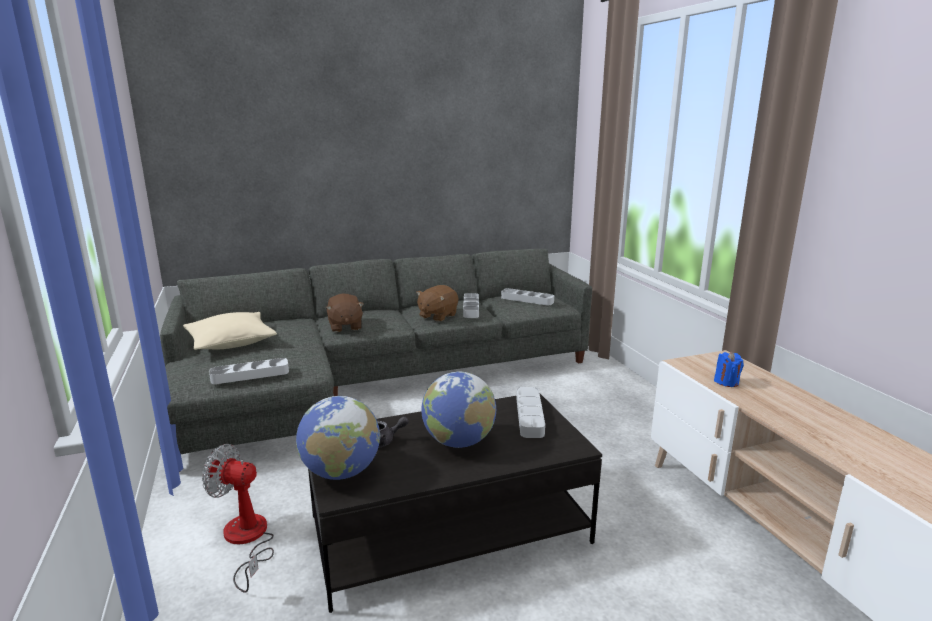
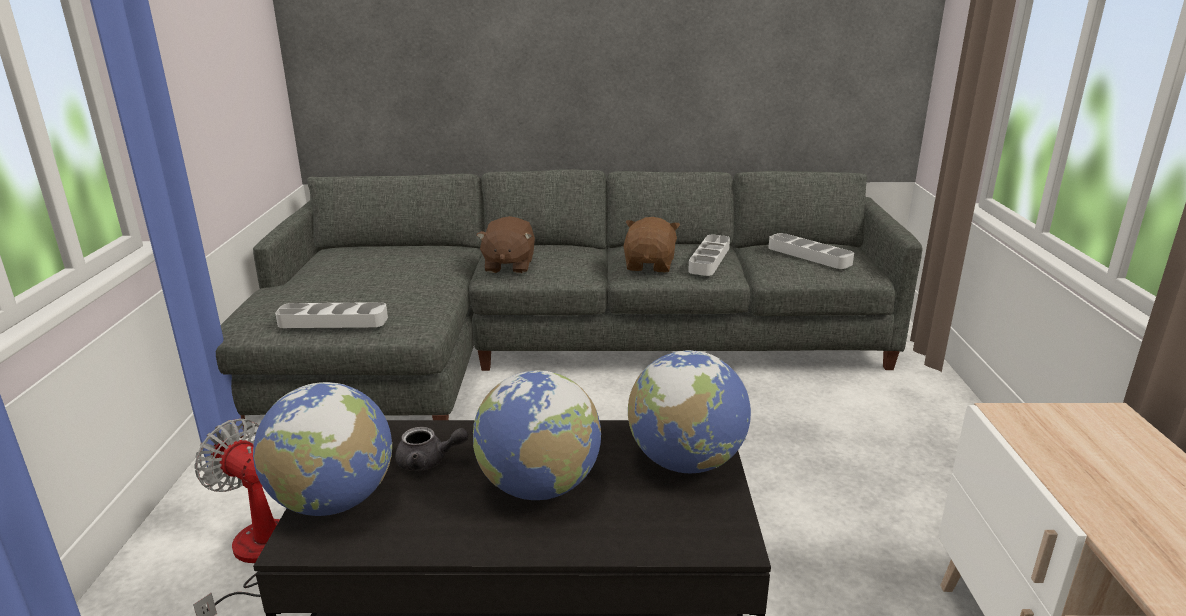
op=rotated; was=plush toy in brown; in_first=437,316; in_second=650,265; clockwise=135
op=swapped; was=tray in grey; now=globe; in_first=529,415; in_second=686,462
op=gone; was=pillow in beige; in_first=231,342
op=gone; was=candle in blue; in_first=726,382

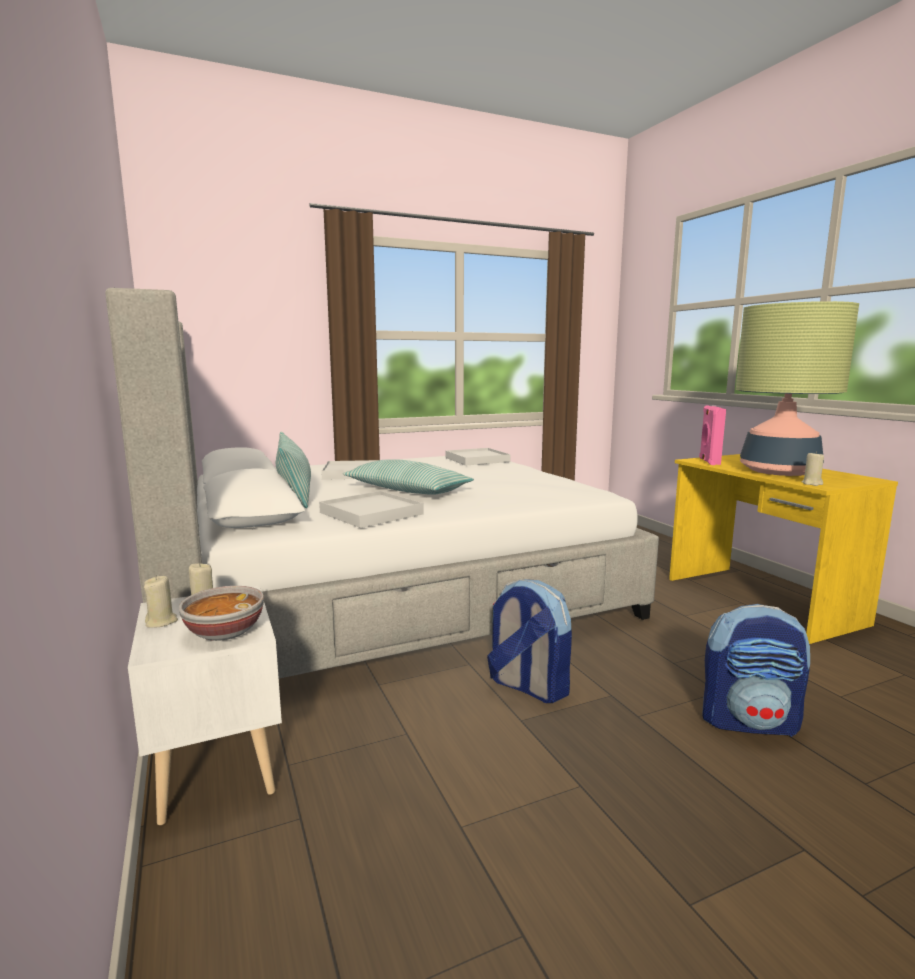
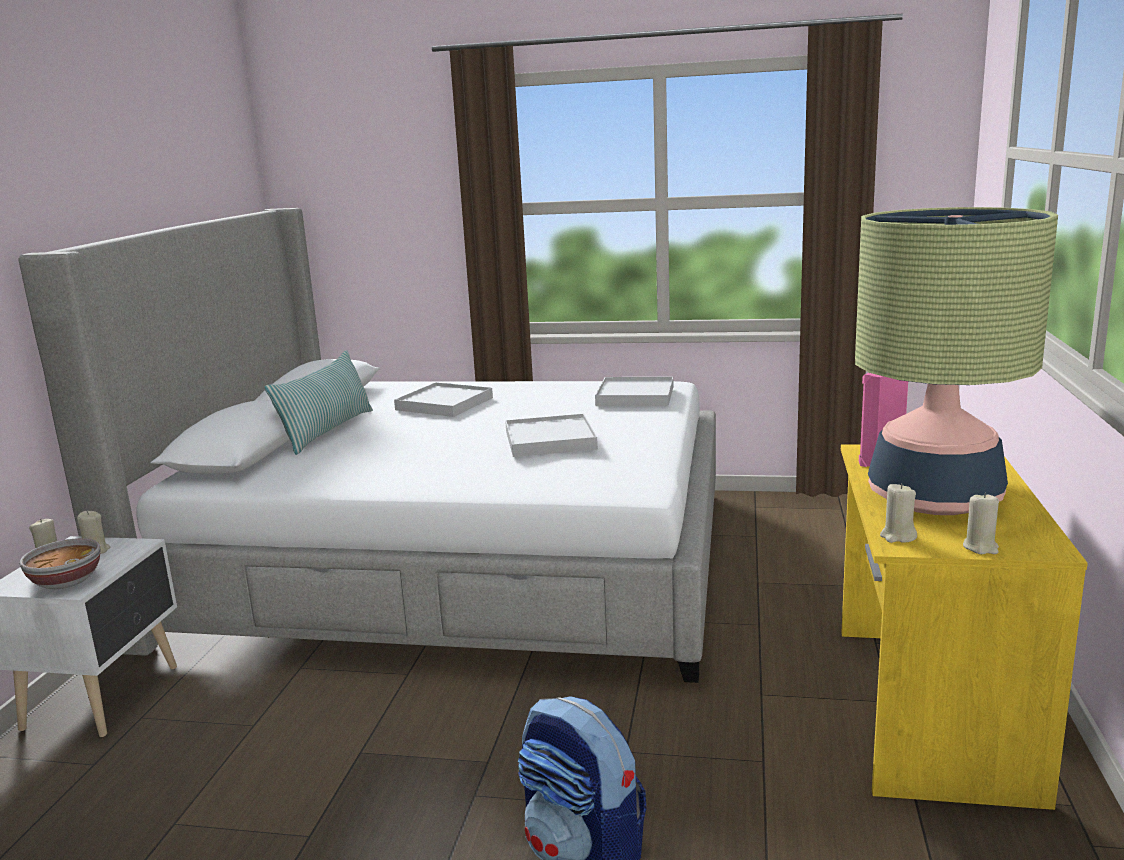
op=shifted; was=tray in white; in_first=371,513; in_second=550,440
op=new; now=candle in beige; in_second=980,547
op=gone; was=pillow; in_first=407,491
op=gone; was=backpack; in_first=527,686

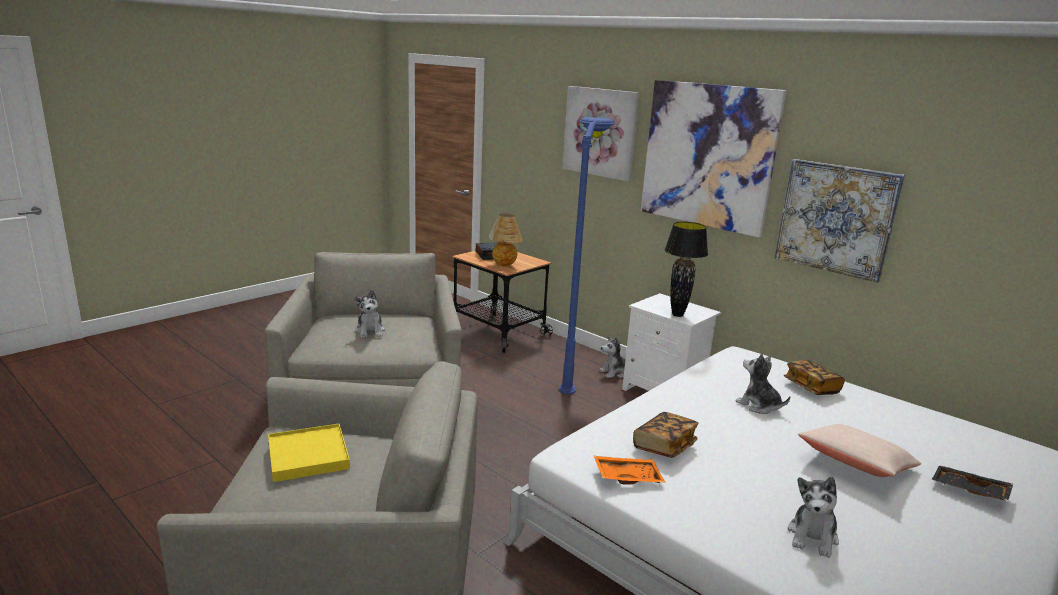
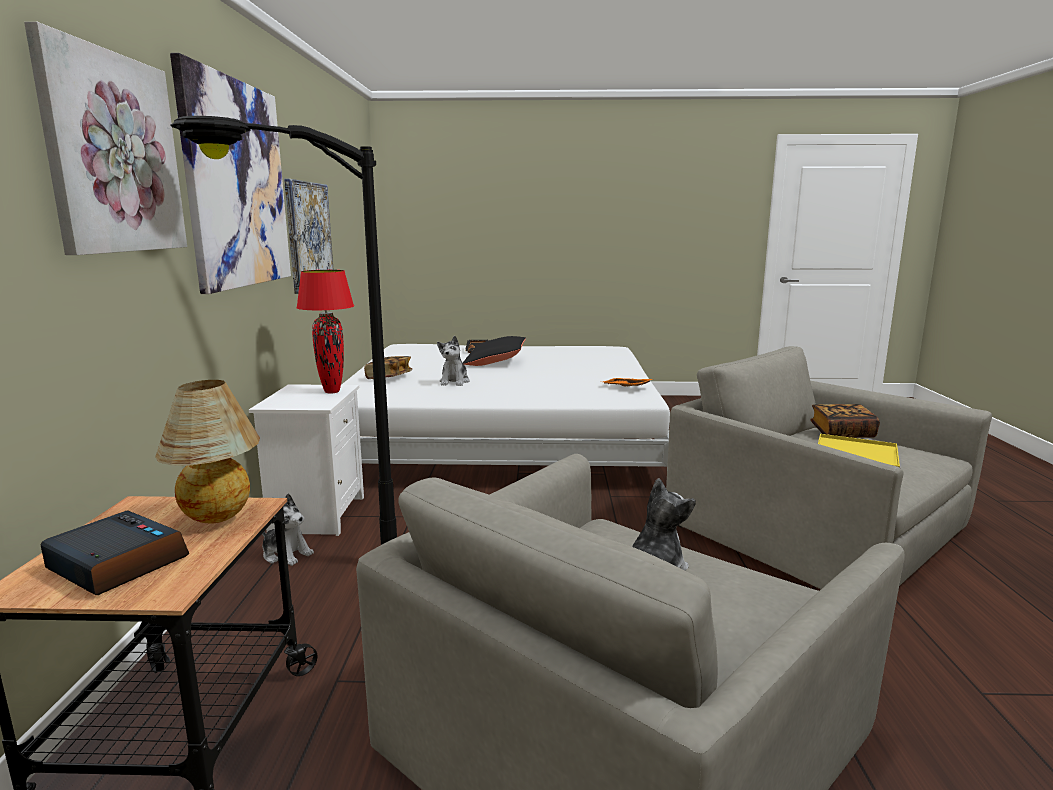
op=repainted; was=floor lamp in blue; now=floor lamp in black; in_first=574,368; in_second=302,585
op=repainted; was=table lamp in black; now=table lamp in red; in_first=677,315; in_second=332,392
op=repainted; was=pillow in beige; now=pillow in black; in_first=855,465; in_second=495,362
op=shifted; was=book; in_first=664,446; in_second=842,433
op=gone; was=plush toy; in_first=812,537

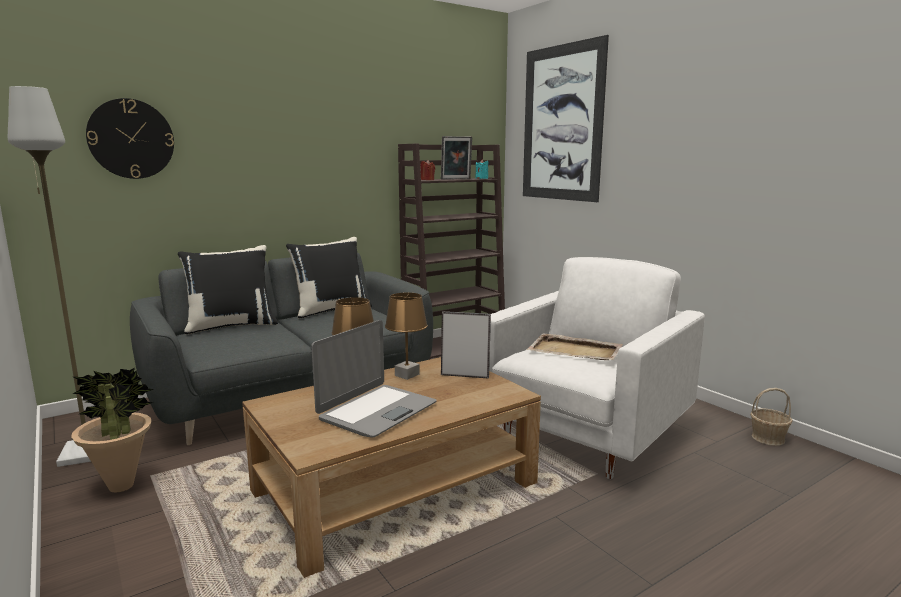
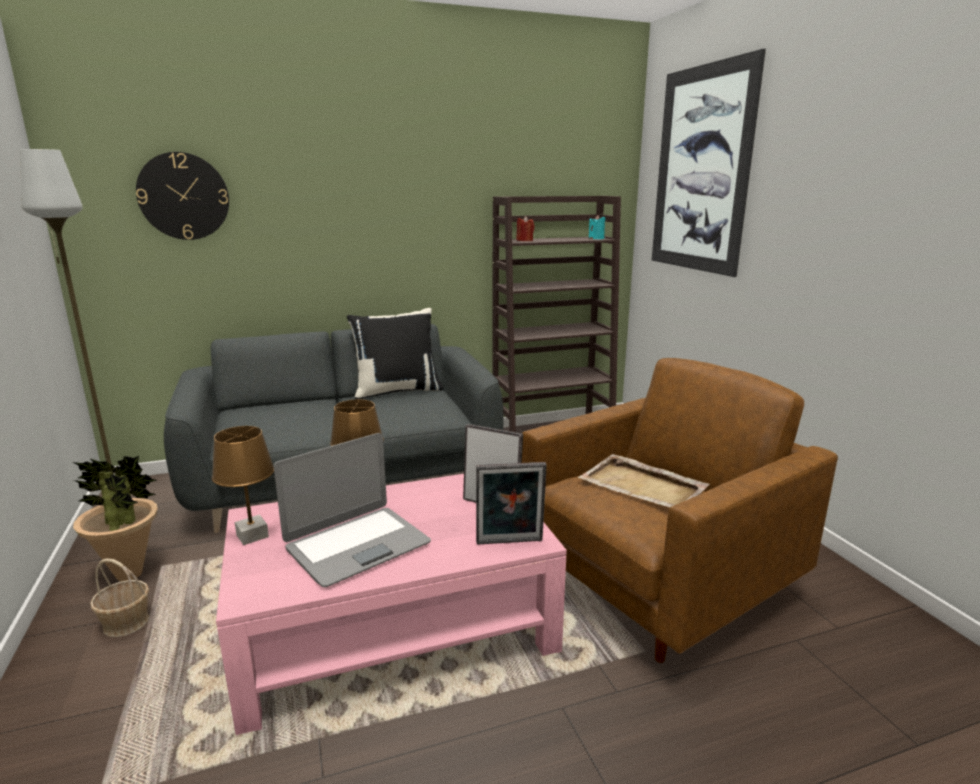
op=shifted; was=basket; in_first=768,438; in_second=126,623
op=shifted; was=table lamp in brown; in_first=407,375; in_second=252,536
op=repainted; was=coffee table in brown; now=coffee table in pink; in_first=396,487; in_second=395,626
op=shifted; was=picture frame; in_first=456,179; in_second=509,543
op=repainted; was=armchair in white; now=armchair in brown; in_first=585,434; in_second=657,587
op=gone; was=pillow in black; in_first=231,326

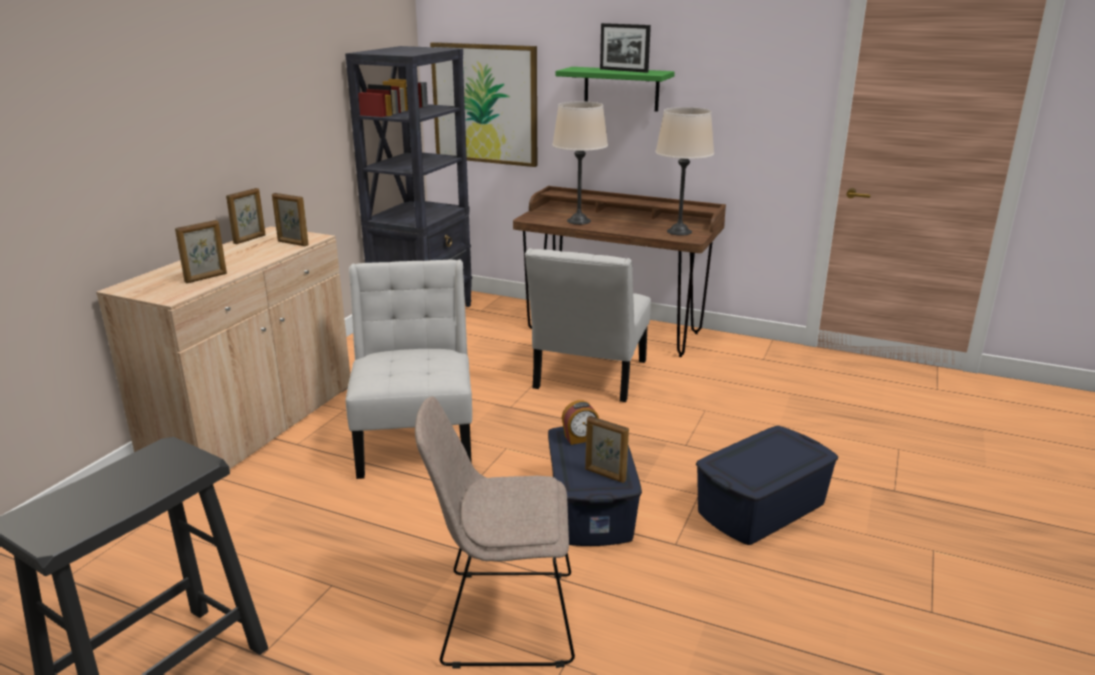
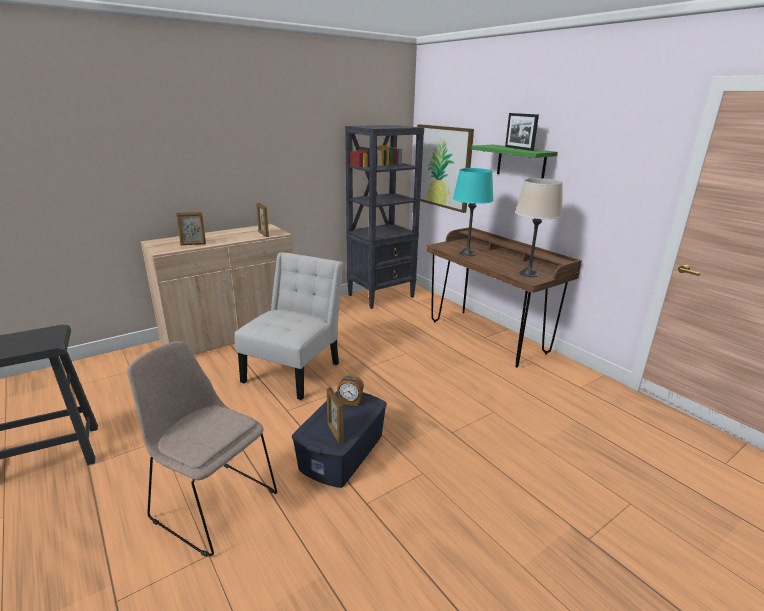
op=repainted; was=table lamp in beige; now=table lamp in turquoise; in_first=578,221; in_second=467,253
op=gone; was=picture frame; in_first=250,239
op=gone; was=chair in white; in_first=588,378
op=gone; was=storage box in blue; in_first=760,507

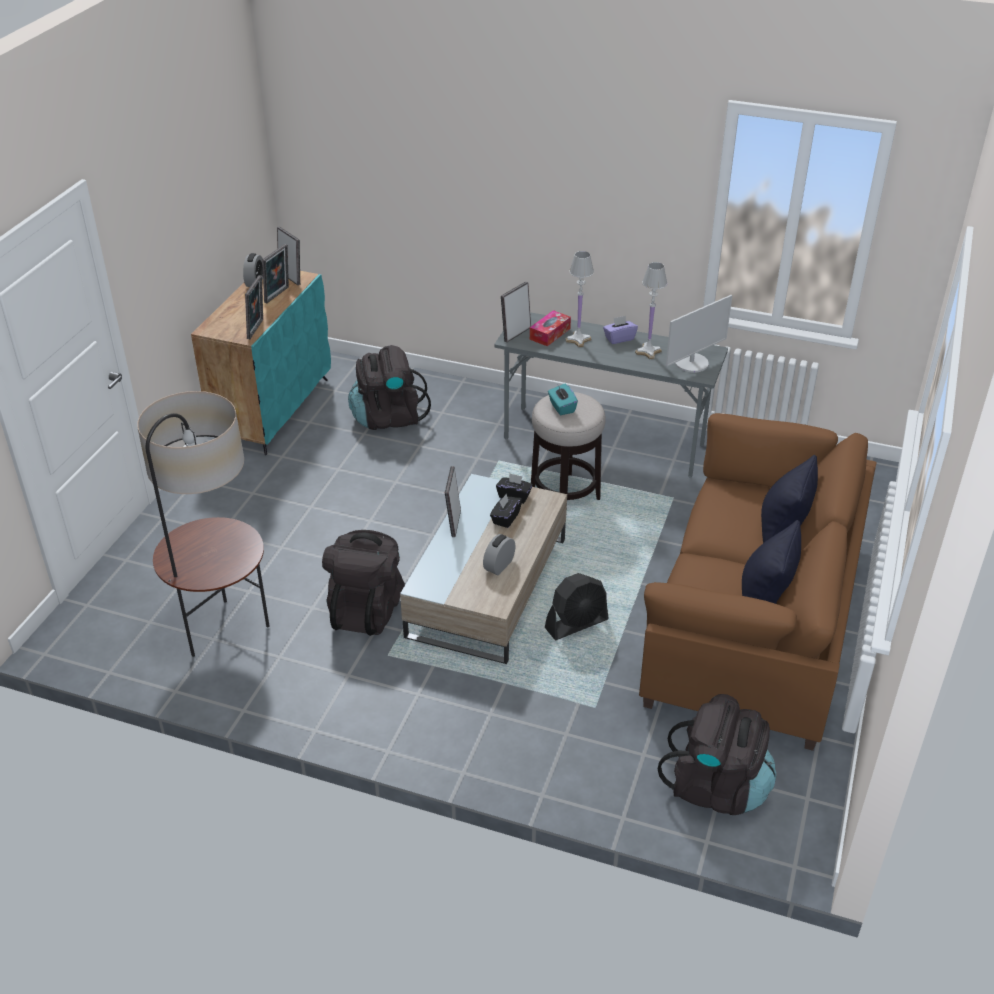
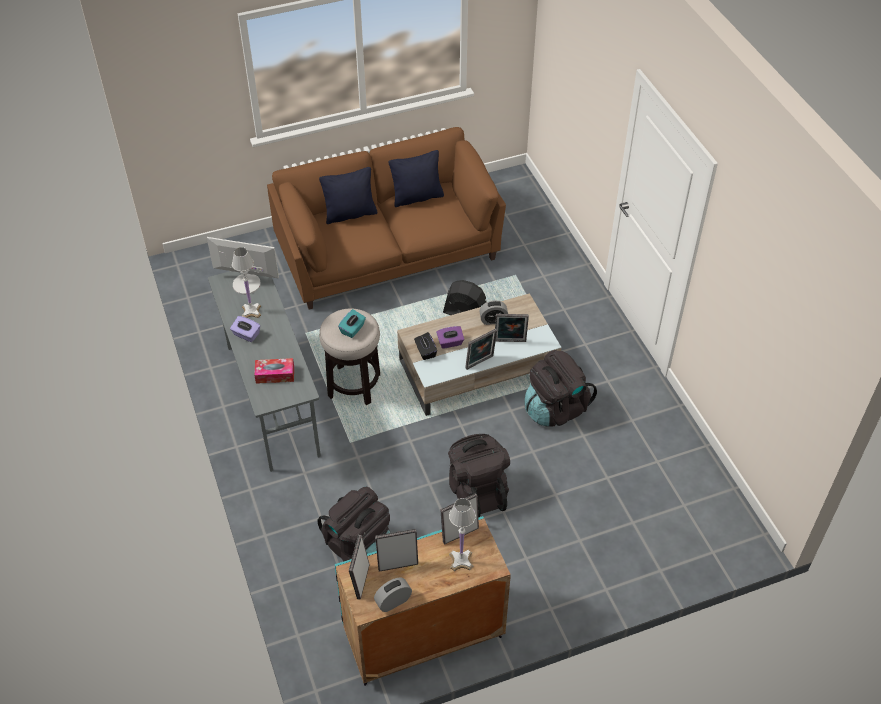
op=repainted; was=tissue box in black; now=tissue box in purple; in_first=505,518; in_second=450,343
op=shifted; was=backpack in black; in_first=716,787; in_second=477,491
op=shifted; was=table lamp in white; in_first=578,340; in_second=461,561
op=shifted; was=picture frame; in_first=515,333; in_second=510,342
op=gone; was=floor lamp; in_first=223,631

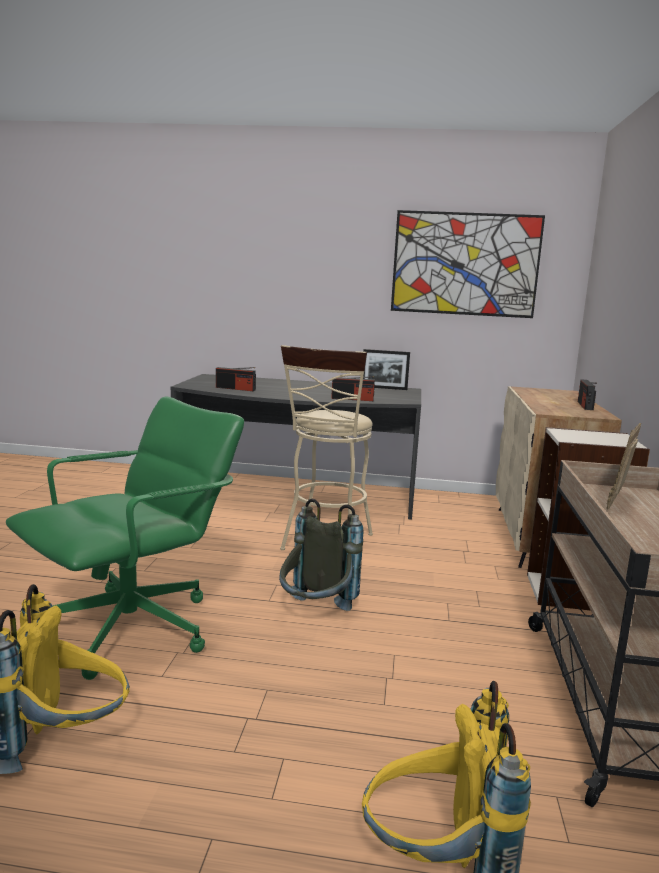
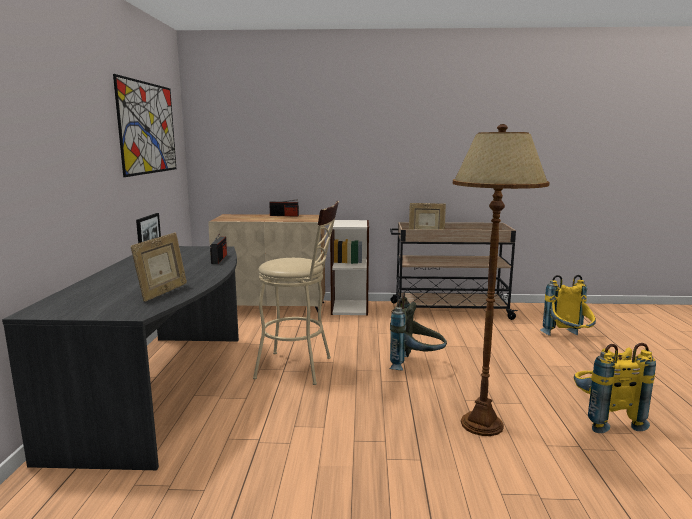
op=swapped; was=radio; now=picture frame; in_first=235,389; in_second=163,292
op=swapped; was=office chair in green; now=floor lamp in brown; in_first=132,629; in_second=482,424

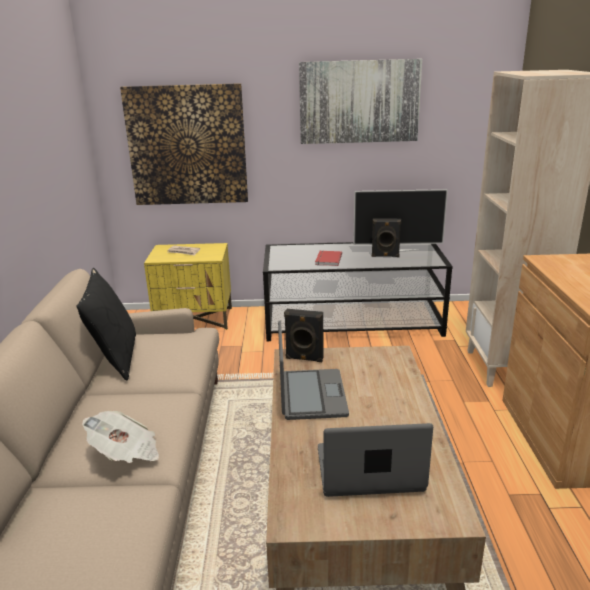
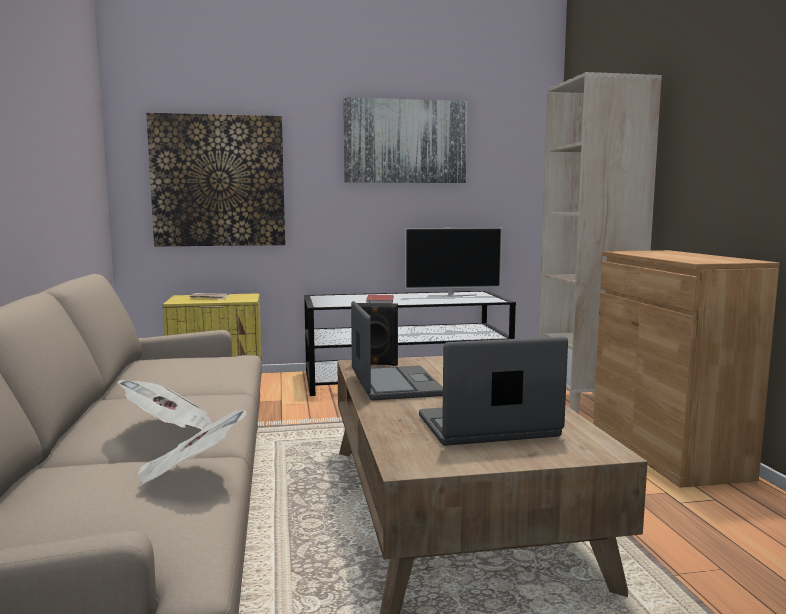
op=new; now=newspaper; in_second=189,475
op=gone; was=pillow in black; in_first=115,357
op=gone; was=speaker in black; in_first=385,256

